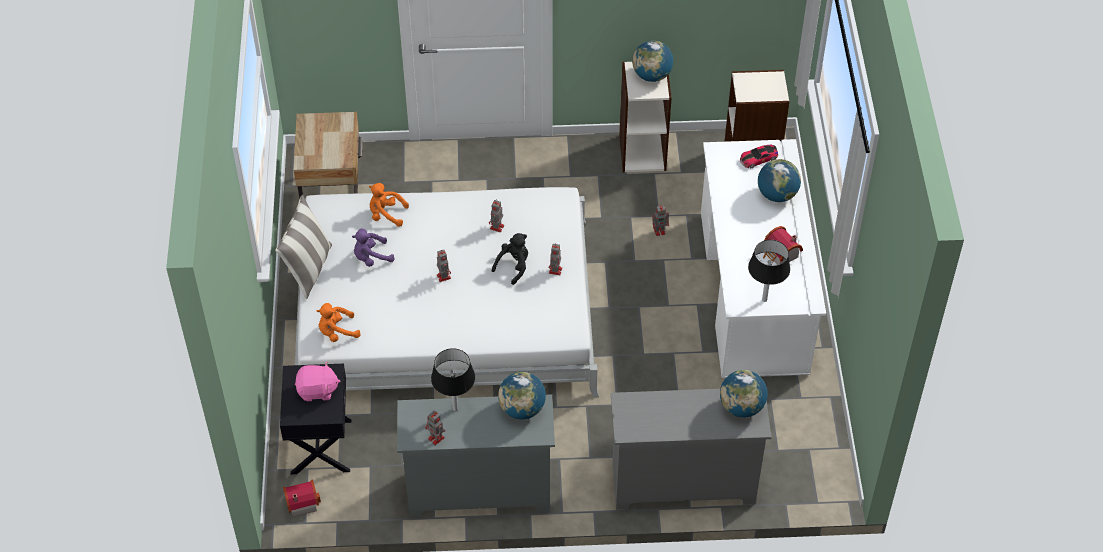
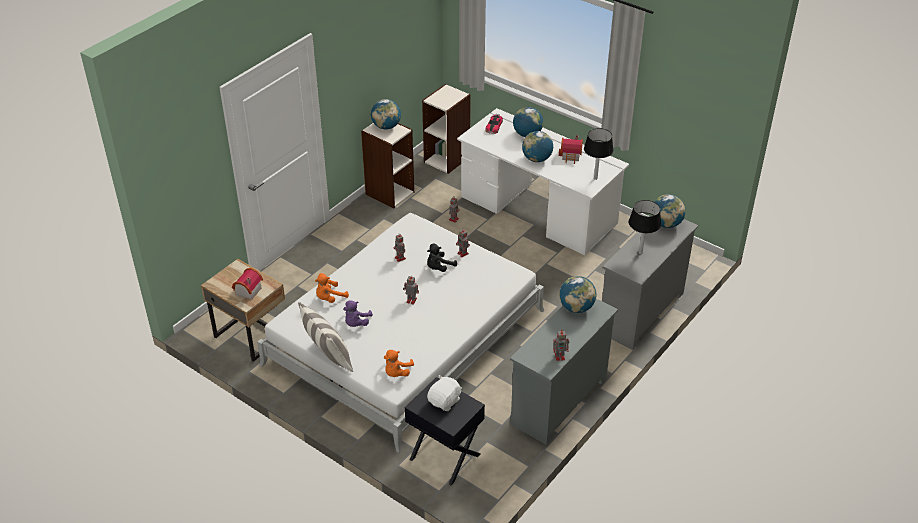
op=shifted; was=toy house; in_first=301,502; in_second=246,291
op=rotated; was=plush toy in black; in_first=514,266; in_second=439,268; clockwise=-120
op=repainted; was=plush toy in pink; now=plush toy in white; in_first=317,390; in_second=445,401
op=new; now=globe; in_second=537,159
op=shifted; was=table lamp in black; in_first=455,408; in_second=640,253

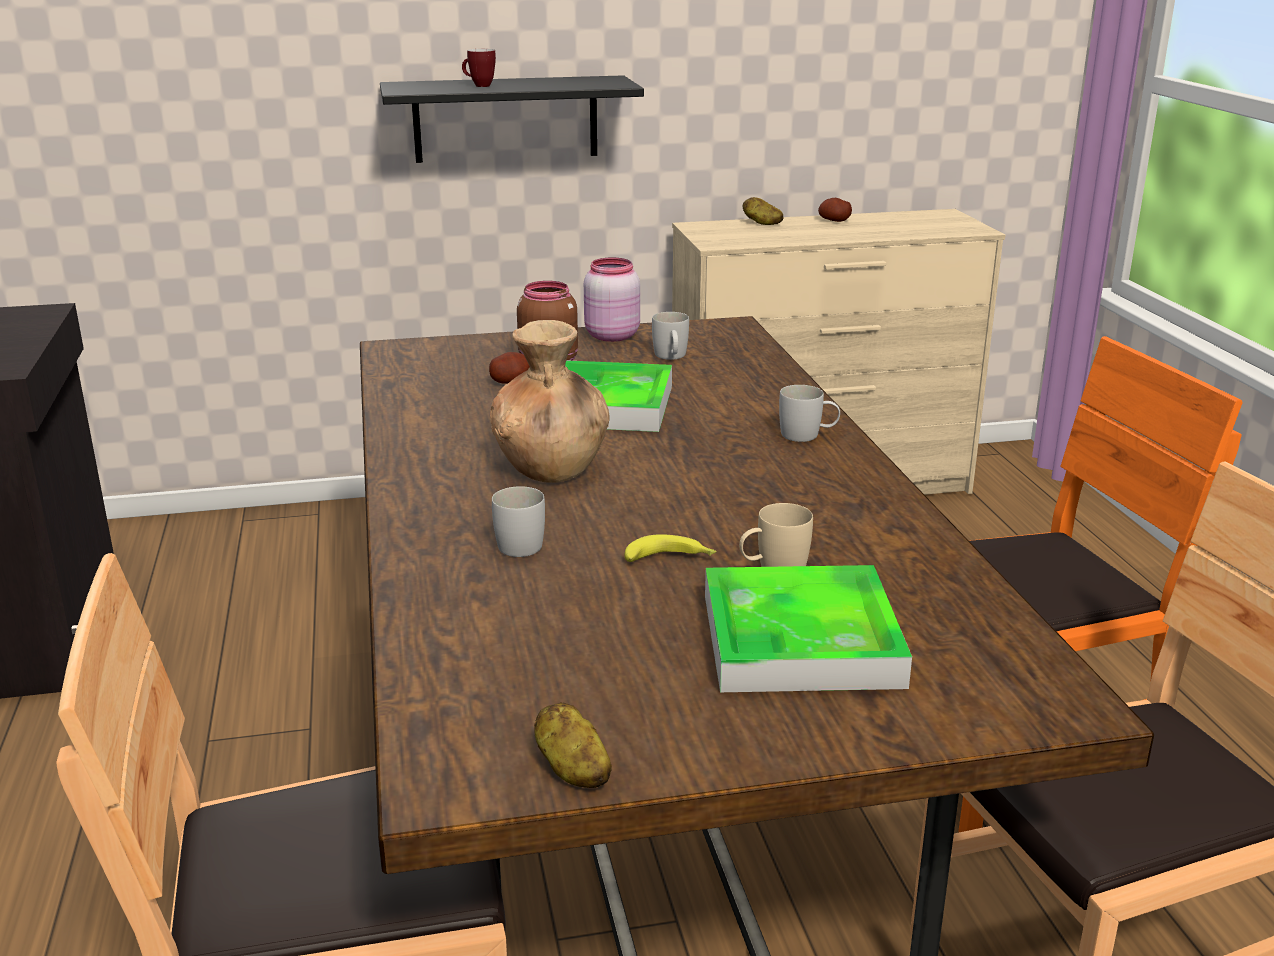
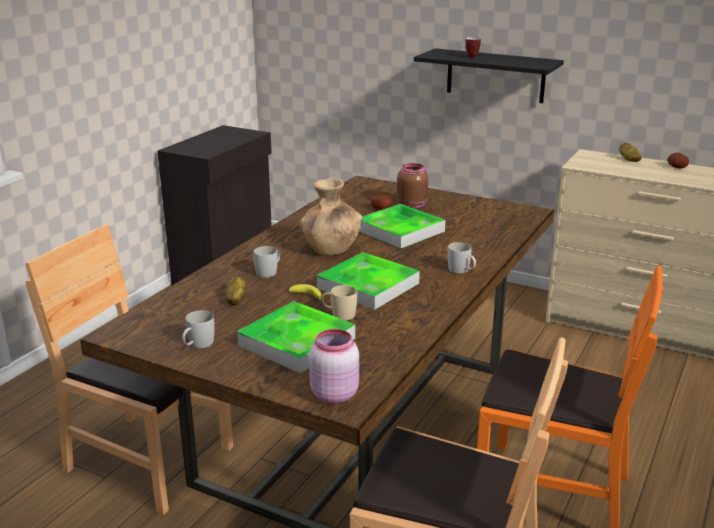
op=shifted; was=mug in white; in_first=671,357; in_second=198,345
op=shifted; was=potato; in_first=572,769; in_second=235,299
op=shifted; was=jar in pink; in_first=610,336; in_second=333,394
op=new; now=tray; in_second=368,286

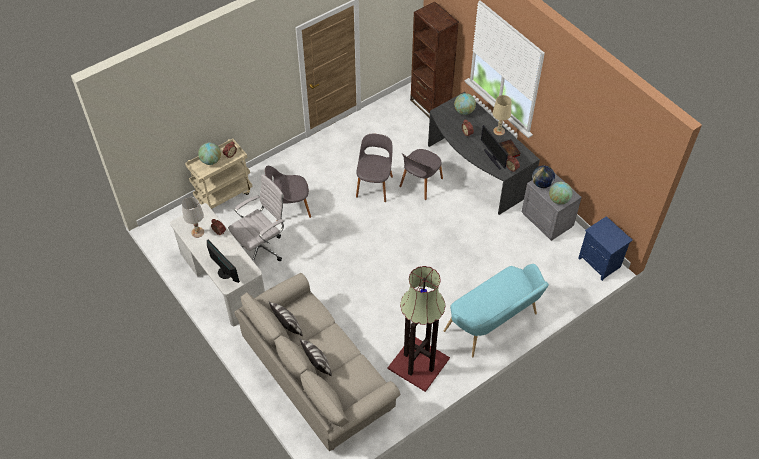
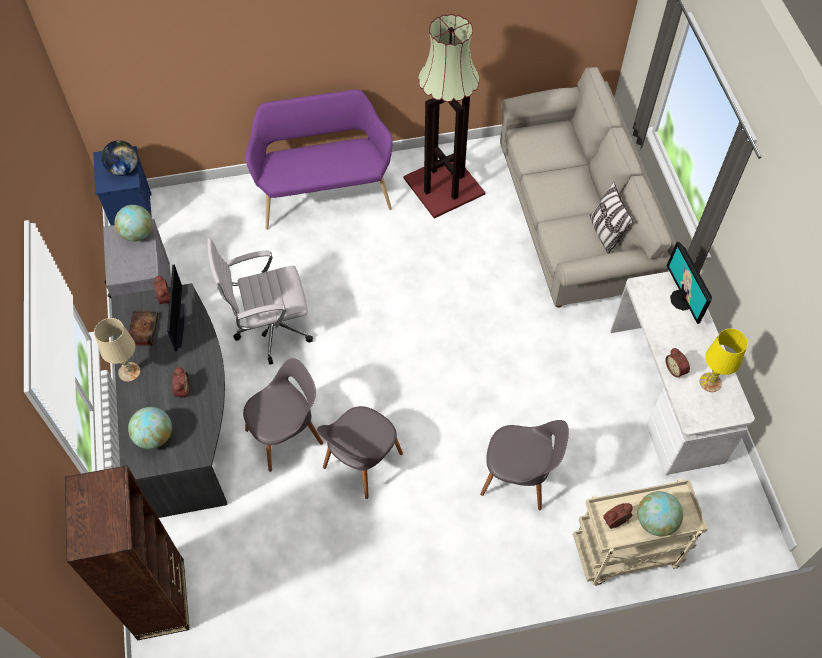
op=shifted; was=globe; in_first=542,184; in_second=123,169
op=shifted; was=office chair in white; in_first=262,248; in_second=270,330
op=repainted; was=bench in turquoise; now=bench in purple; in_first=494,324; in_second=324,194
op=repainted; was=table lamp in white; now=table lamp in yellow; in_first=197,232; in_second=710,382
op=gone; was=pillow; in_first=317,365

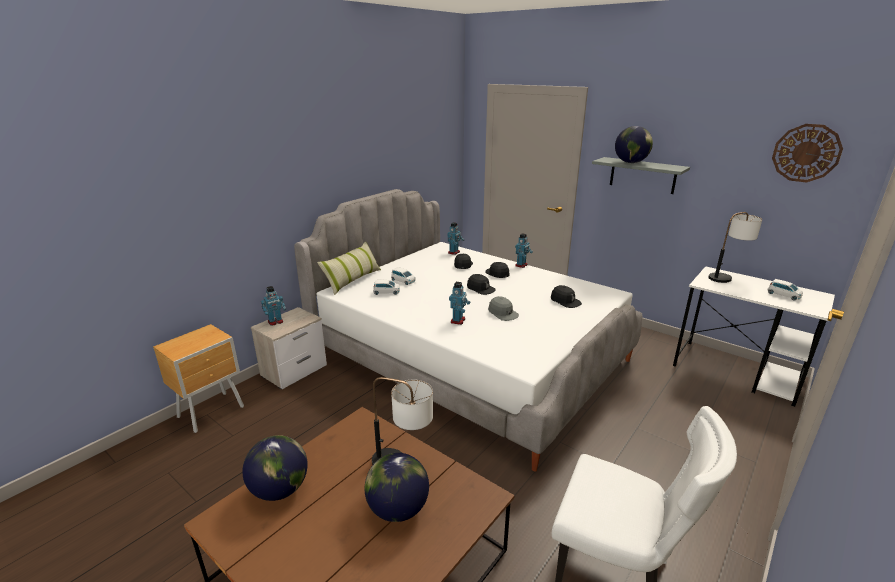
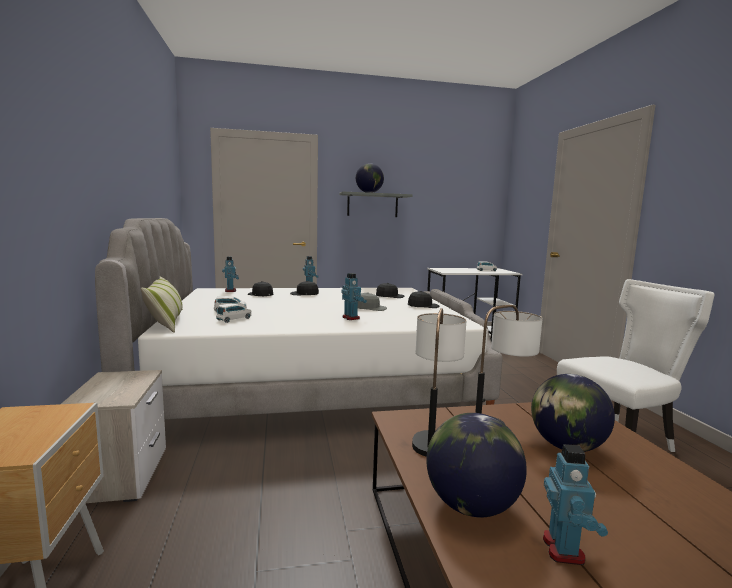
op=shifted; was=cap in black; in_first=480,288; in_second=423,306
op=shifted; was=table lamp; in_first=727,276; in_second=433,435
op=shifted; was=toy robot; in_first=275,322; in_second=564,549
op=gone; was=wall clock; in_first=806,153

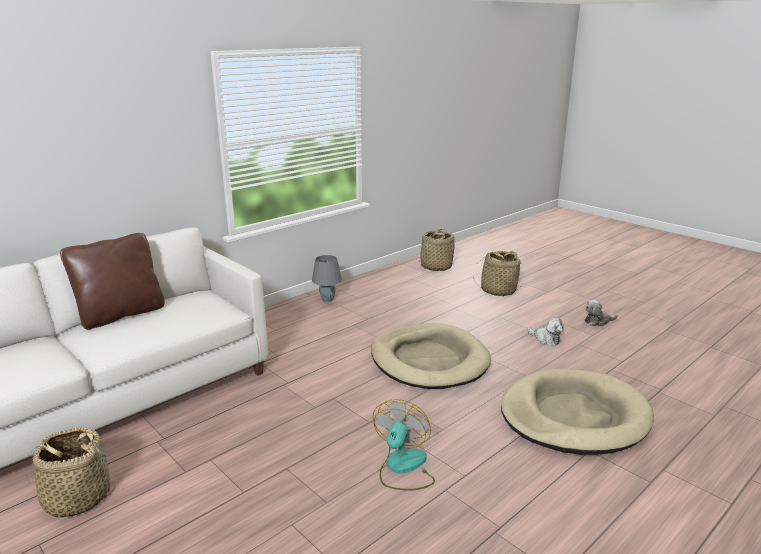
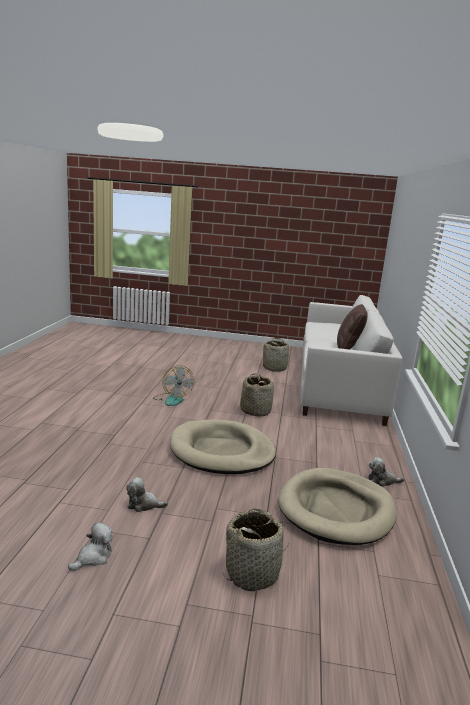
op=shifted; was=basket; in_first=436,267; in_second=255,411
op=shifted; was=dog bed in beige; in_first=573,416; in_second=336,510
op=swapped; was=table lamp in grey; now=plush toy; in_first=327,300; in_second=382,481

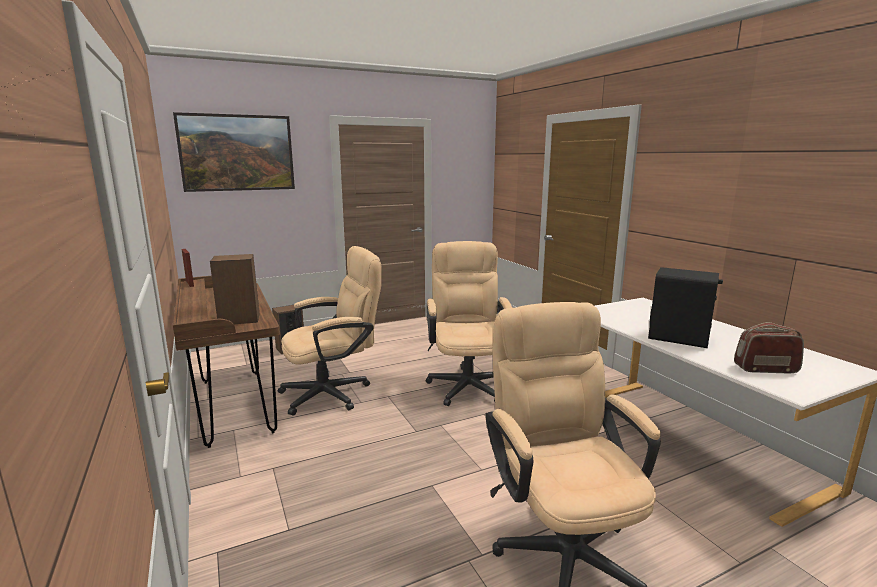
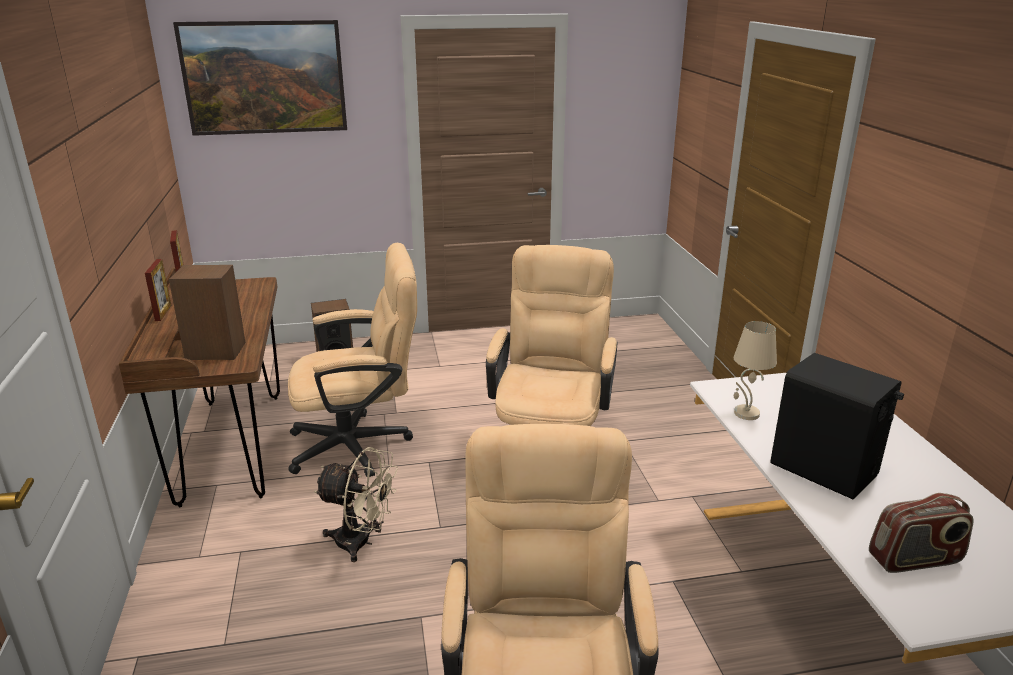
op=new; now=picture frame; in_second=163,313
op=new; now=fan in beige; in_second=361,542
op=new; now=table lamp in beige; in_second=746,413
op=rotated; was=radio; in_first=765,369; in_second=915,559; clockwise=150

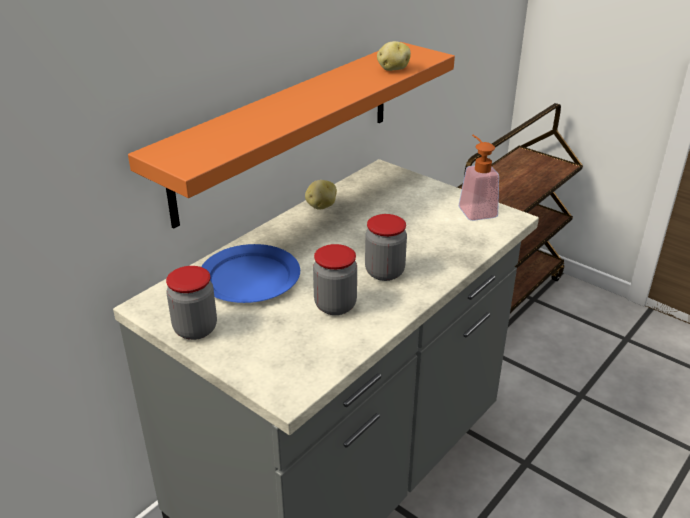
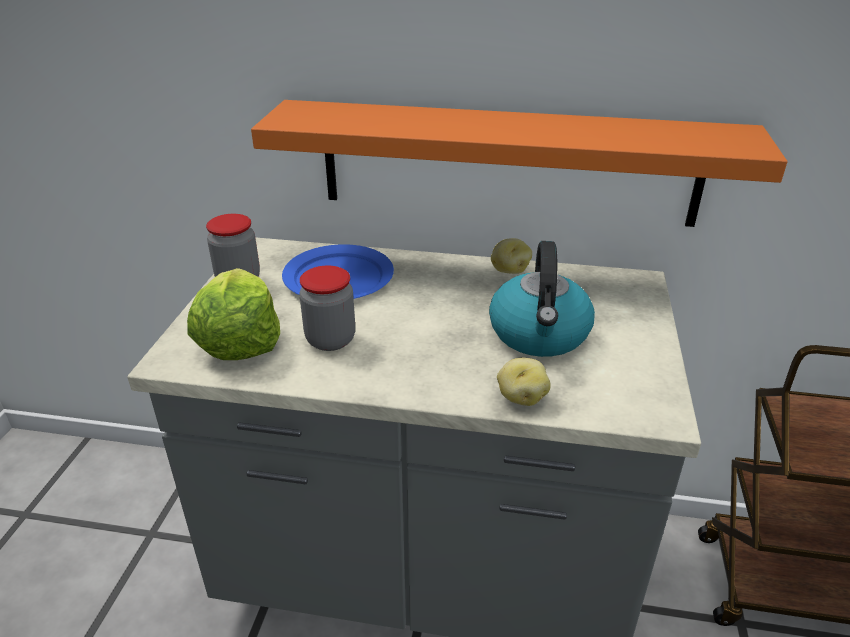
op=new; now=lettuce; in_second=239,340
op=new; now=kettle; in_second=539,334
op=shifted; was=potato; in_first=392,69; in_second=521,397
op=gone; was=jar; in_first=384,272
op=gone; was=soap dispenser; in_first=474,209

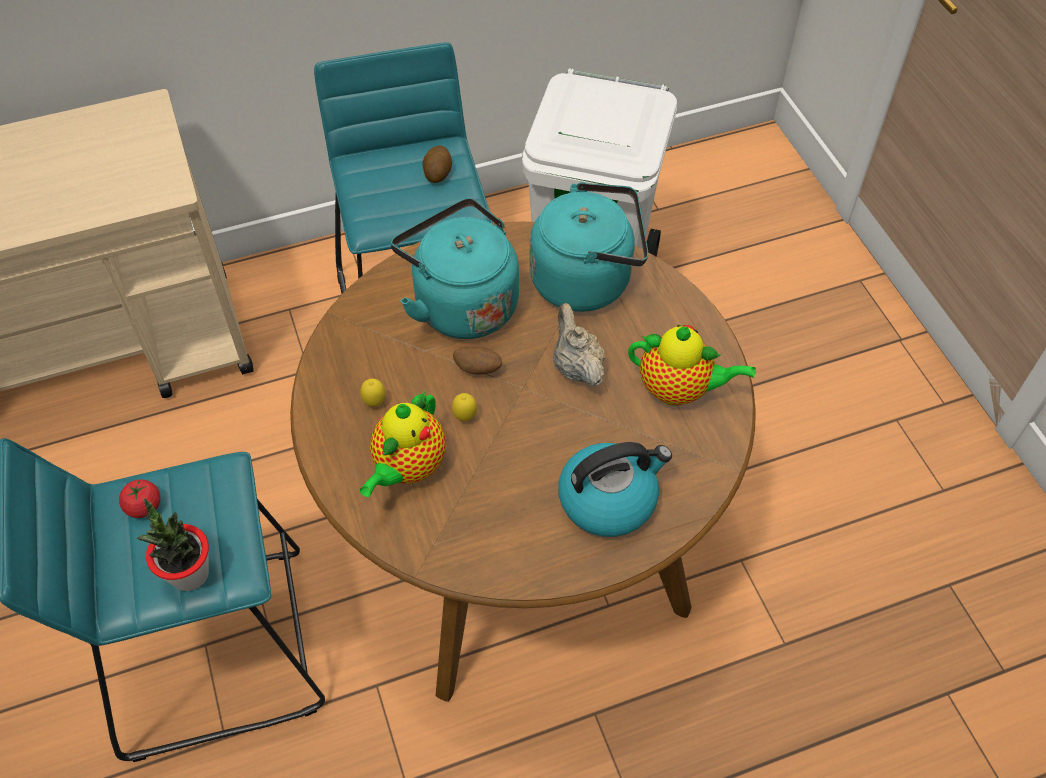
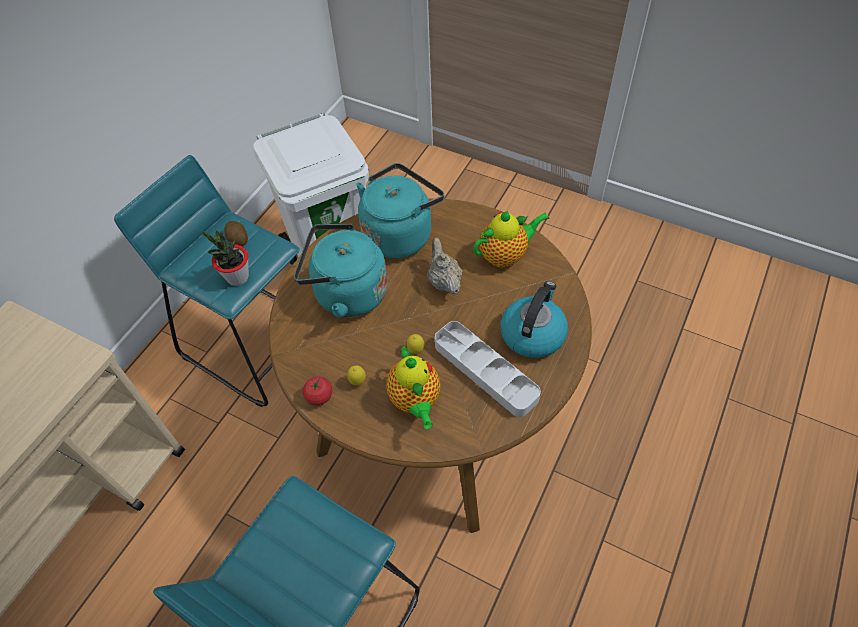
op=shifted; was=potted plant; in_first=189,574; in_second=237,277
op=shifted; was=tomato; in_first=144,506; in_second=319,396
op=rotated; was=teapot in beige; in_first=576,367; in_second=444,281; clockwise=45
op=new; now=tray in grey; in_second=485,371
op=gone; was=potato; in_first=478,369

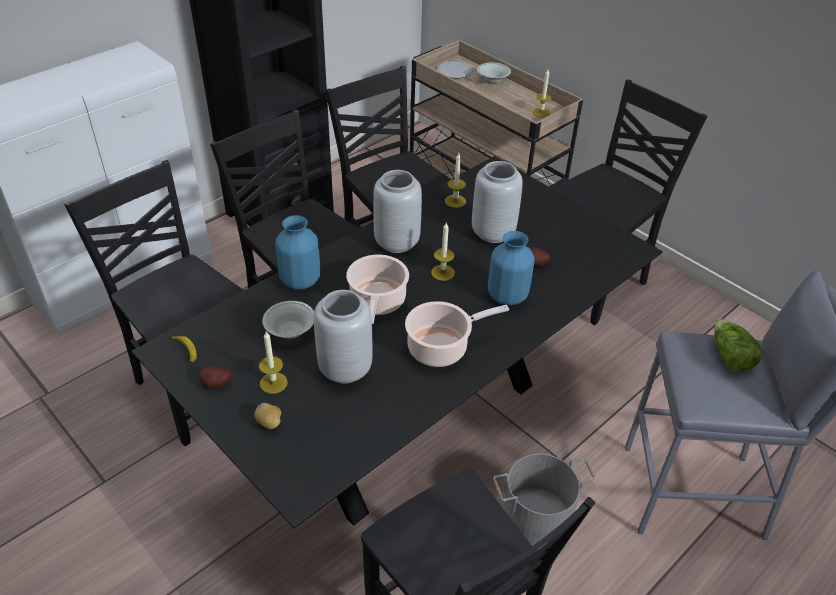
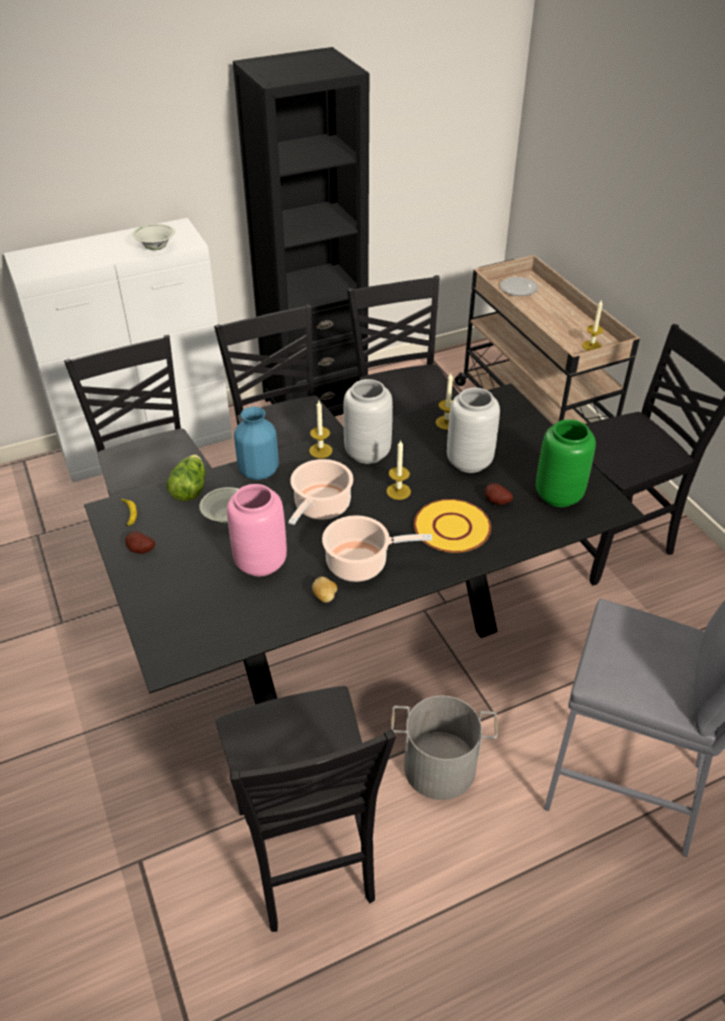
op=shifted; was=bowl in white; in_first=492,82; in_second=156,248
op=shifted; was=lettuce; in_first=729,356; in_second=189,488
op=repainted; was=vase in grey; now=vase in pink; in_first=346,369; in_second=261,563
op=shifted; was=candle; in_first=273,383; in_second=320,450
op=shifted; was=potato; in_first=270,423; in_second=325,597
op=swapped; was=vase in blue; now=plate in yellow; in_first=507,295; in_second=451,527
op=new; now=vase in green; in_second=557,496

